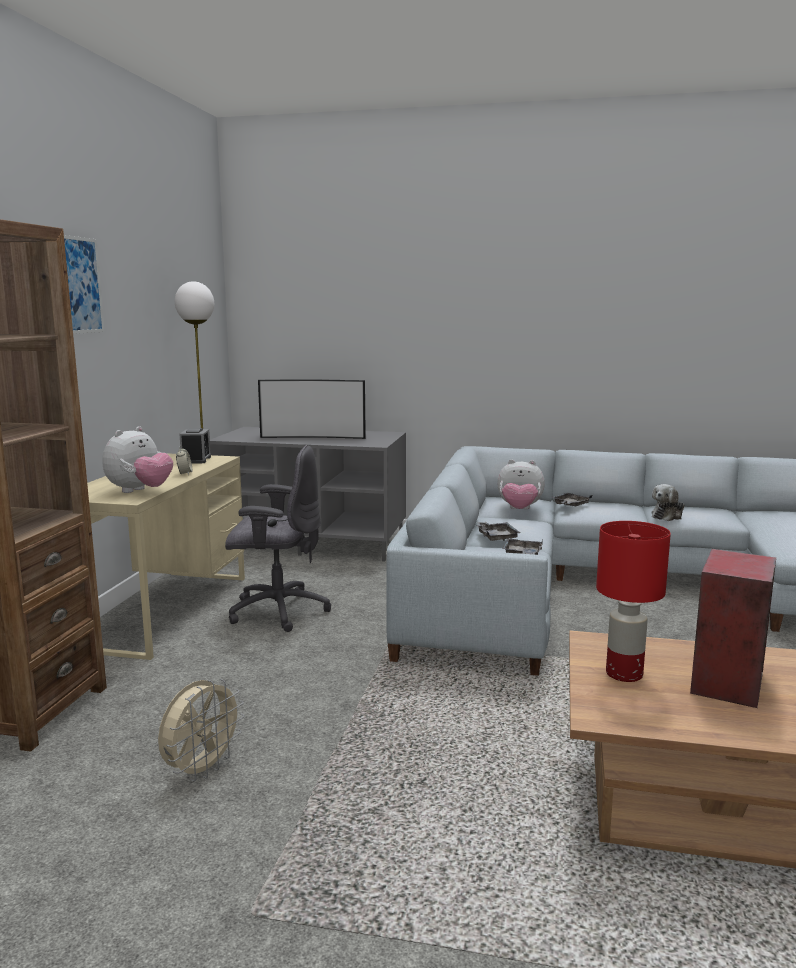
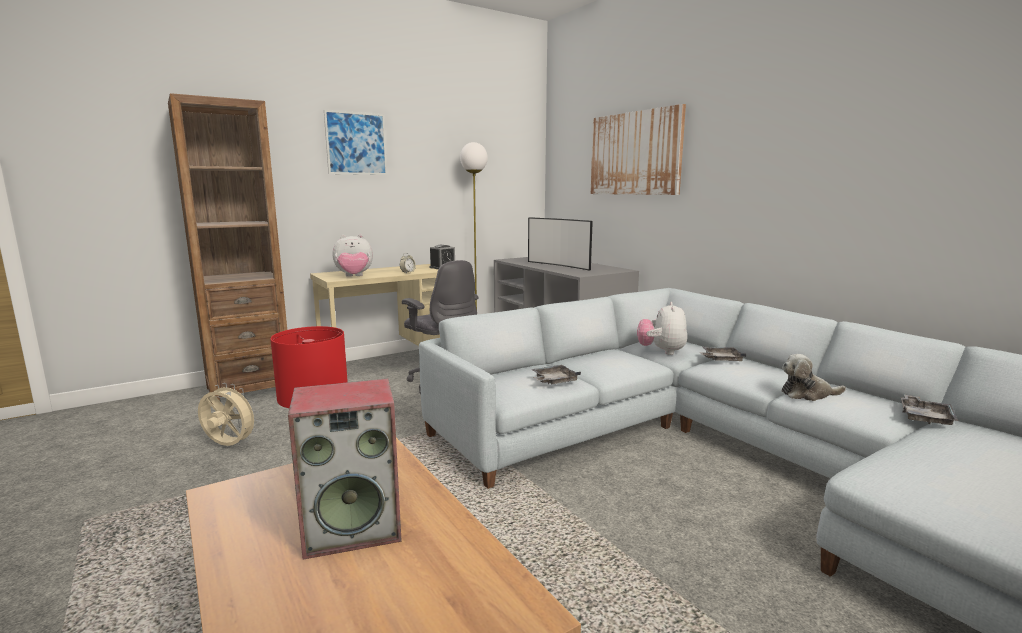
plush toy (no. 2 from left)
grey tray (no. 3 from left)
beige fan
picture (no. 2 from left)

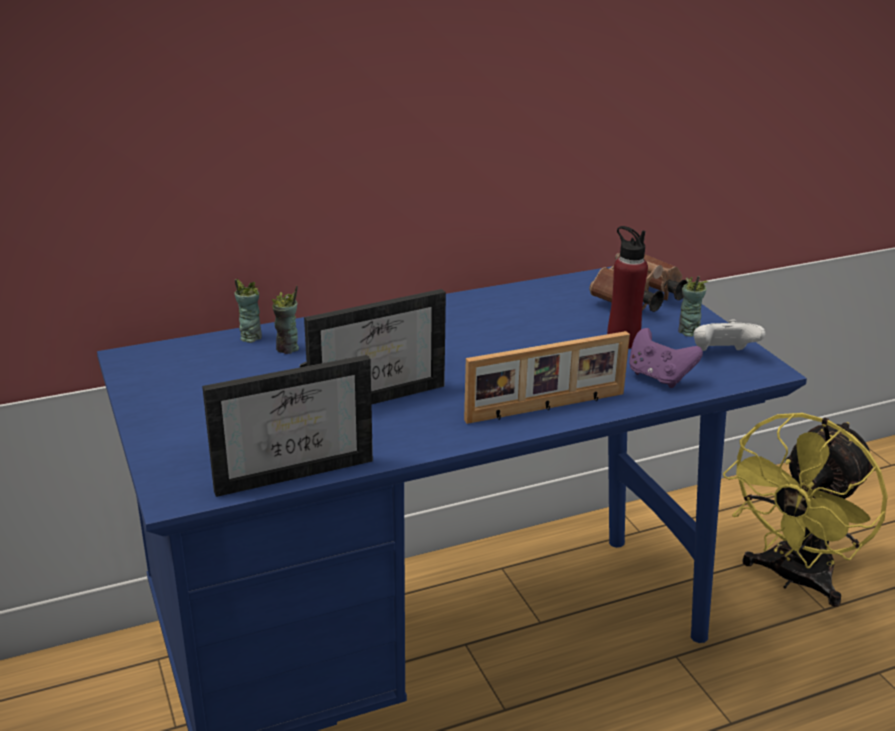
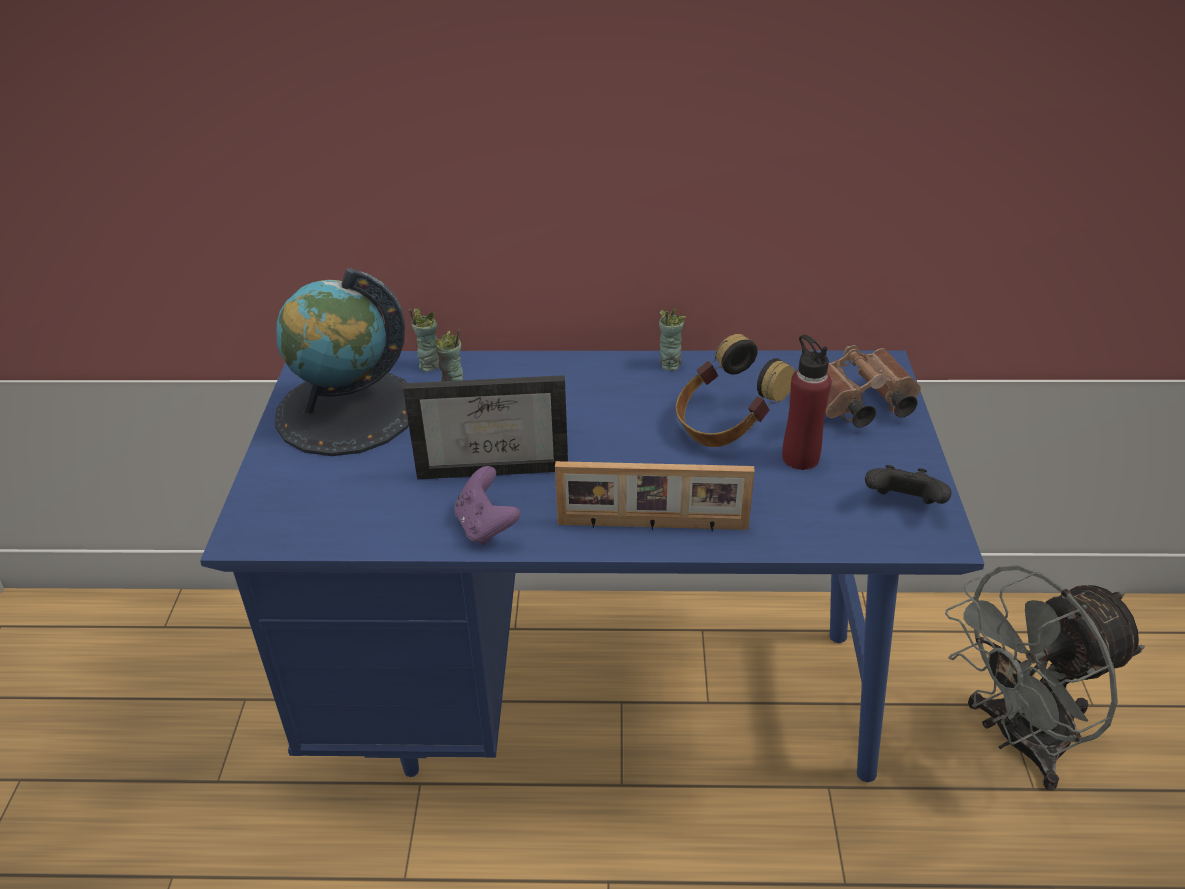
cup (no. 3 from left)
black game controller
purple game controller
picture frame (no. 1 from left in the first image)
grey fan
globe
headphones

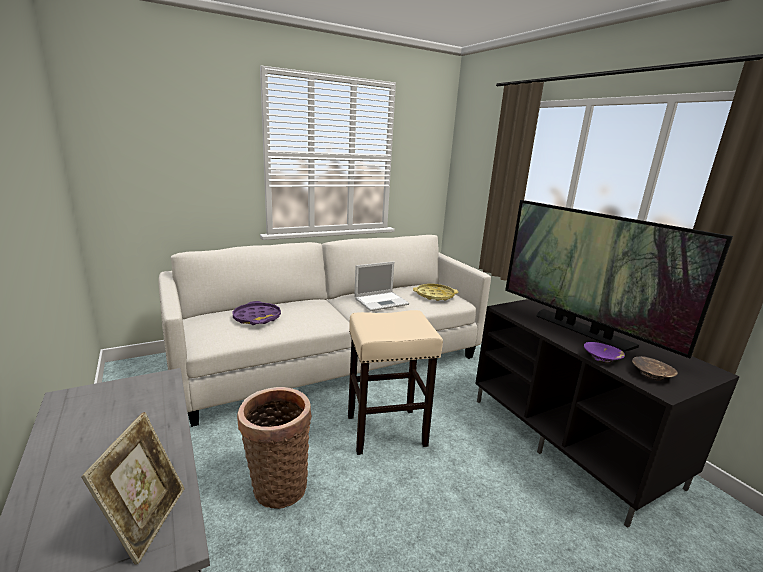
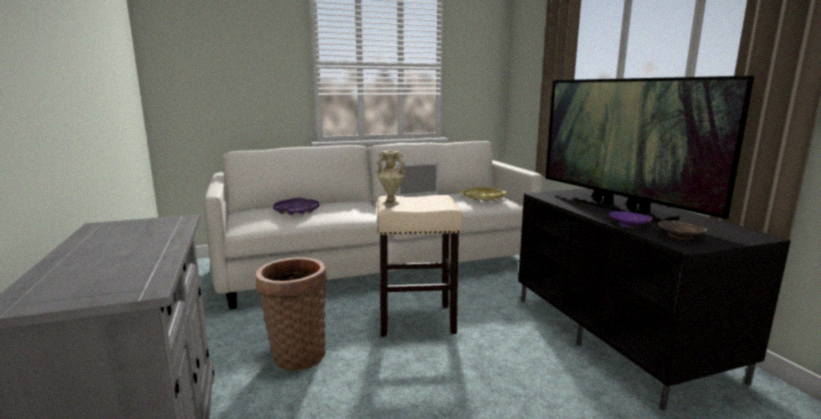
picture frame
beige vase

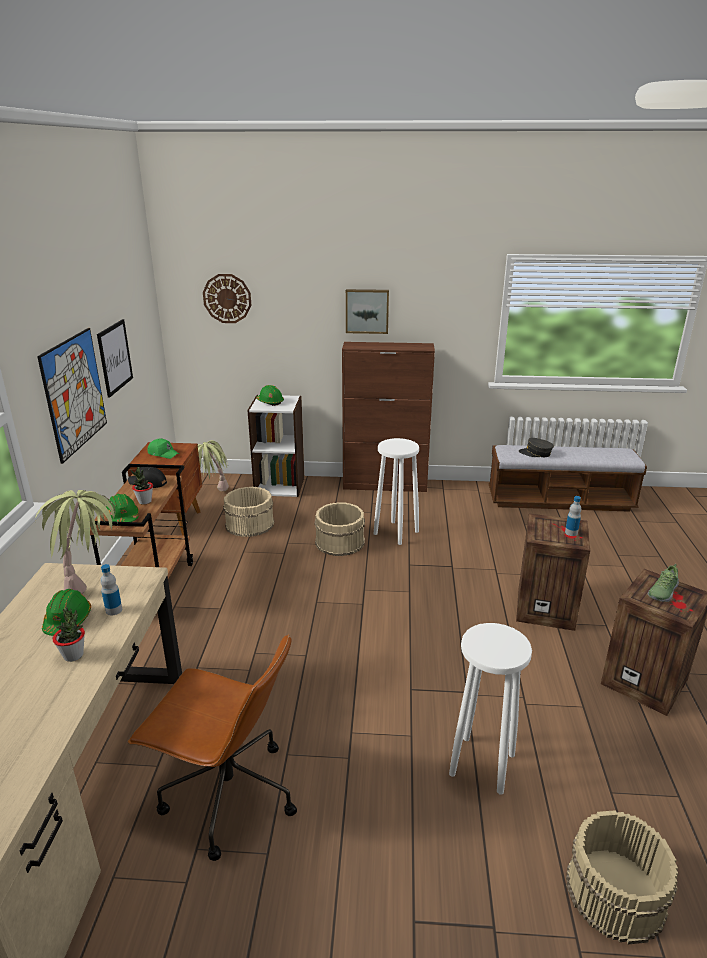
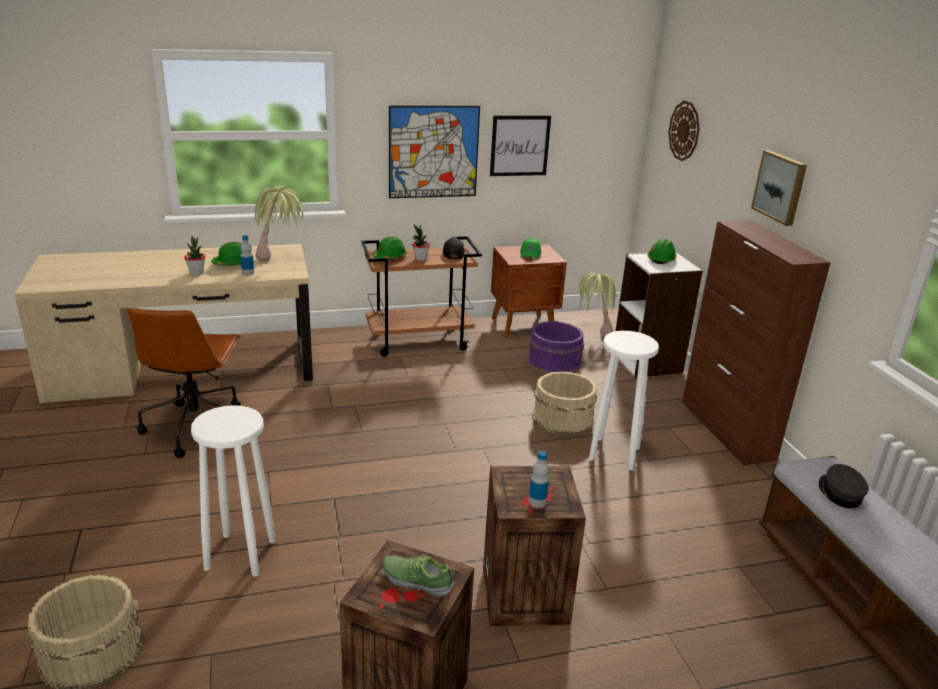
purple bucket

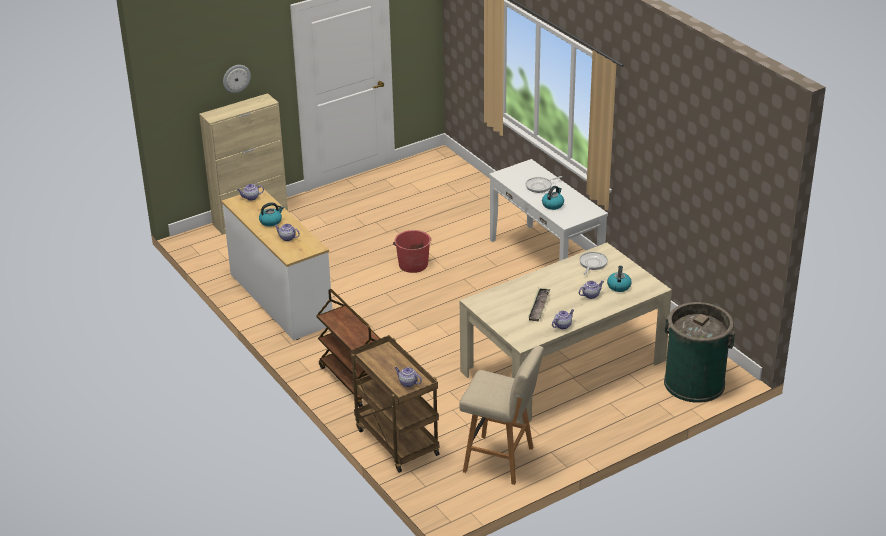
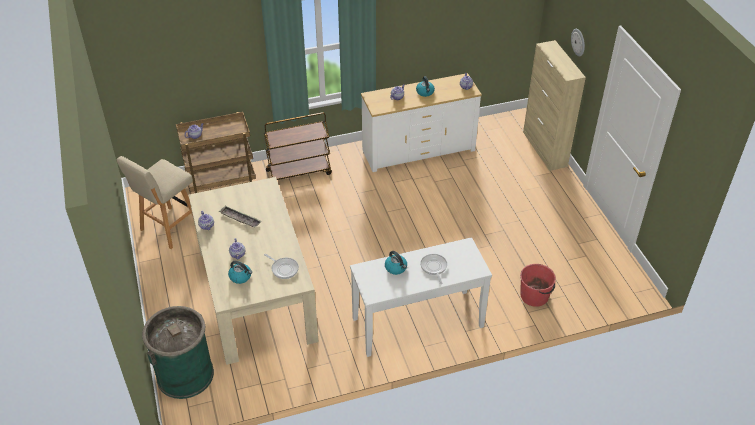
red bucket

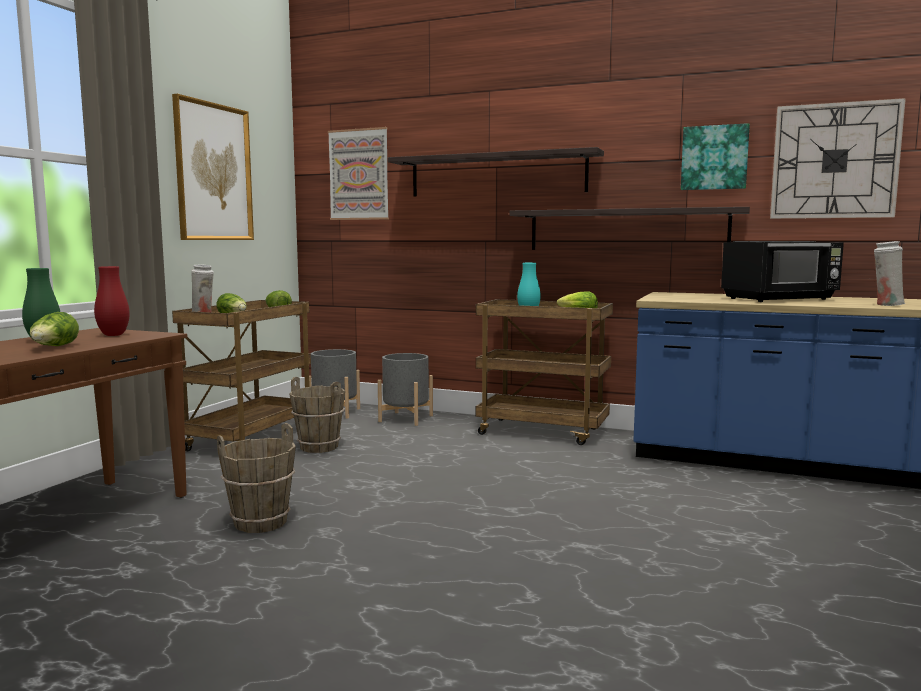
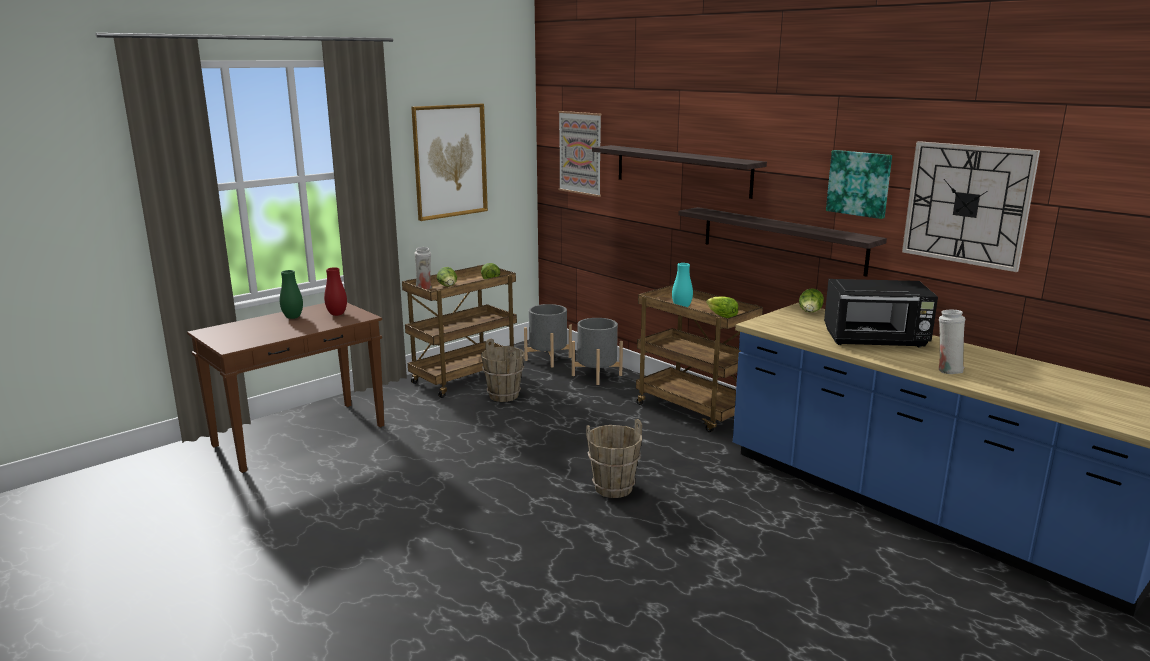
lettuce (no. 4 from left)
brown bucket (no. 2 from left)

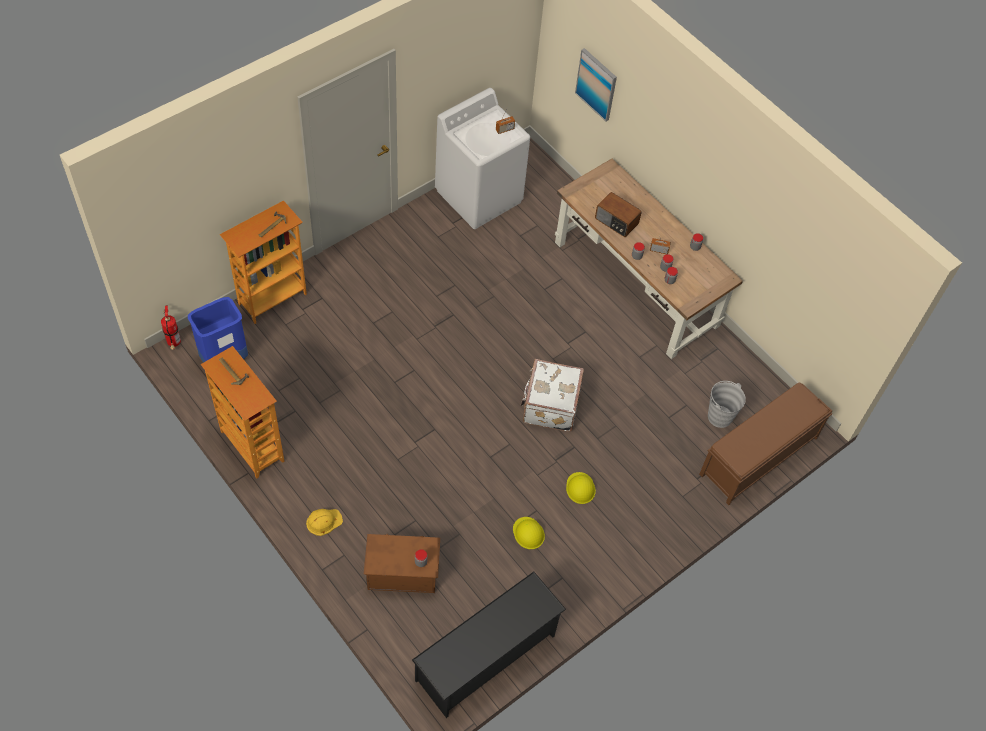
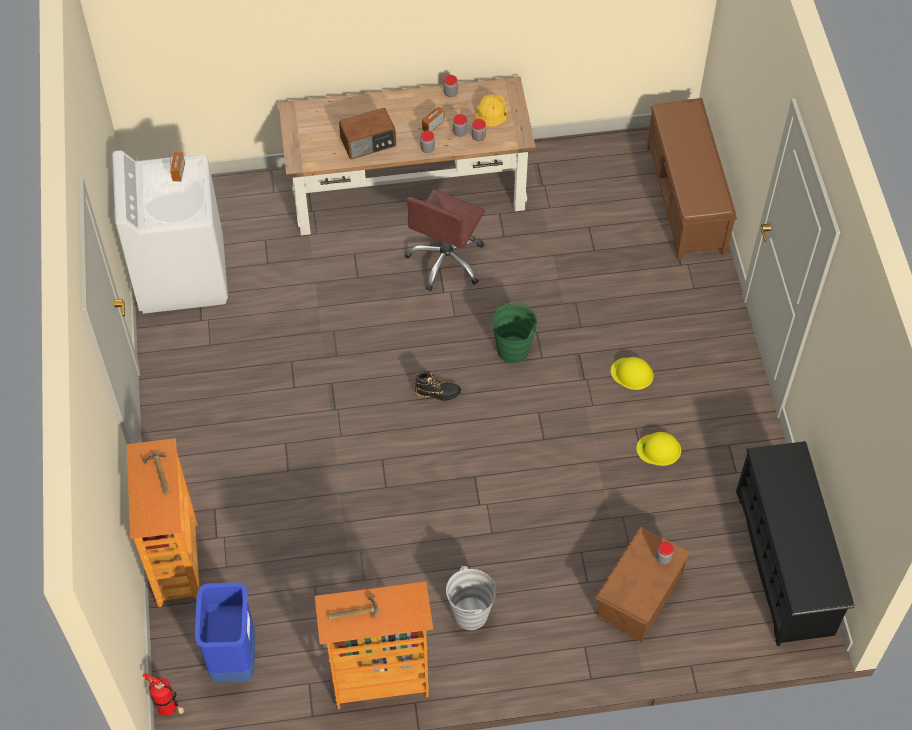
picture
green bucket
grey bucket
yellow hard hat (no. 1 from left)
brown office chair
black boot

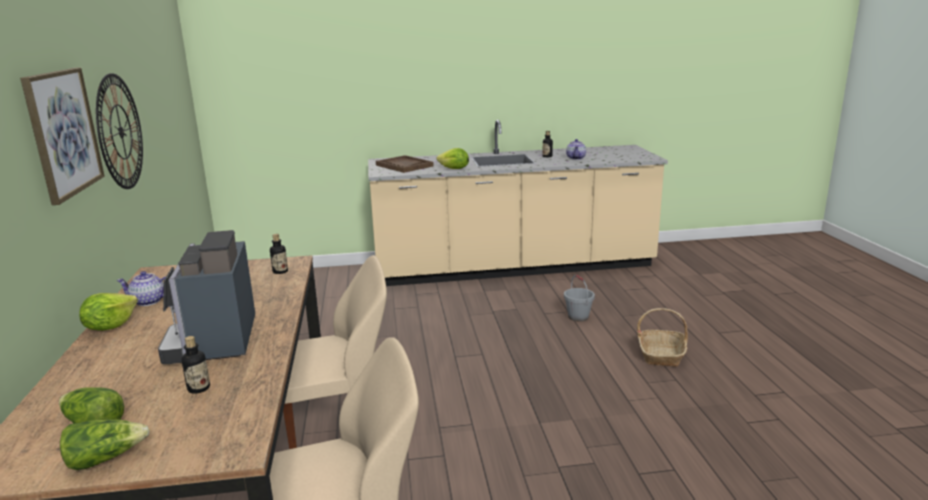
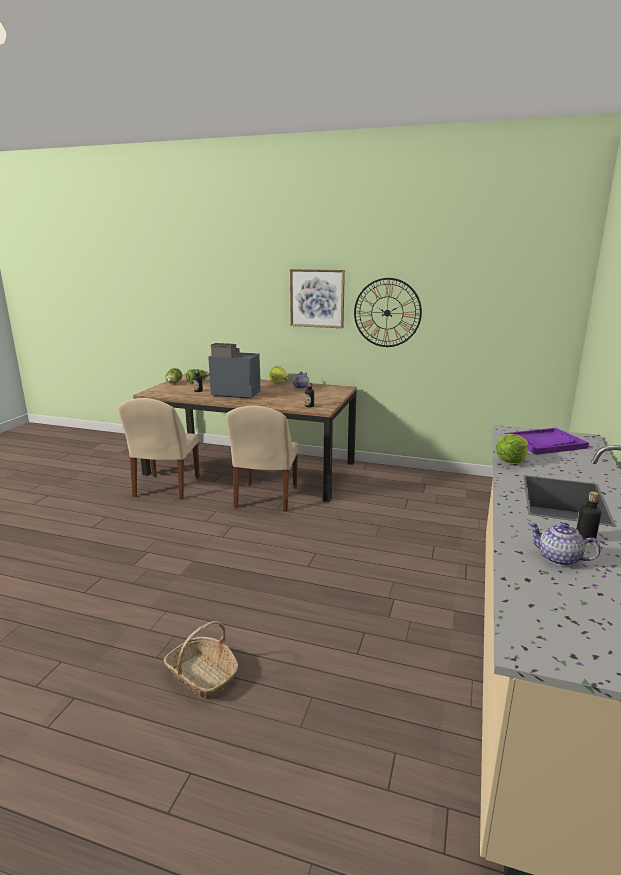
purple tray
grey bucket

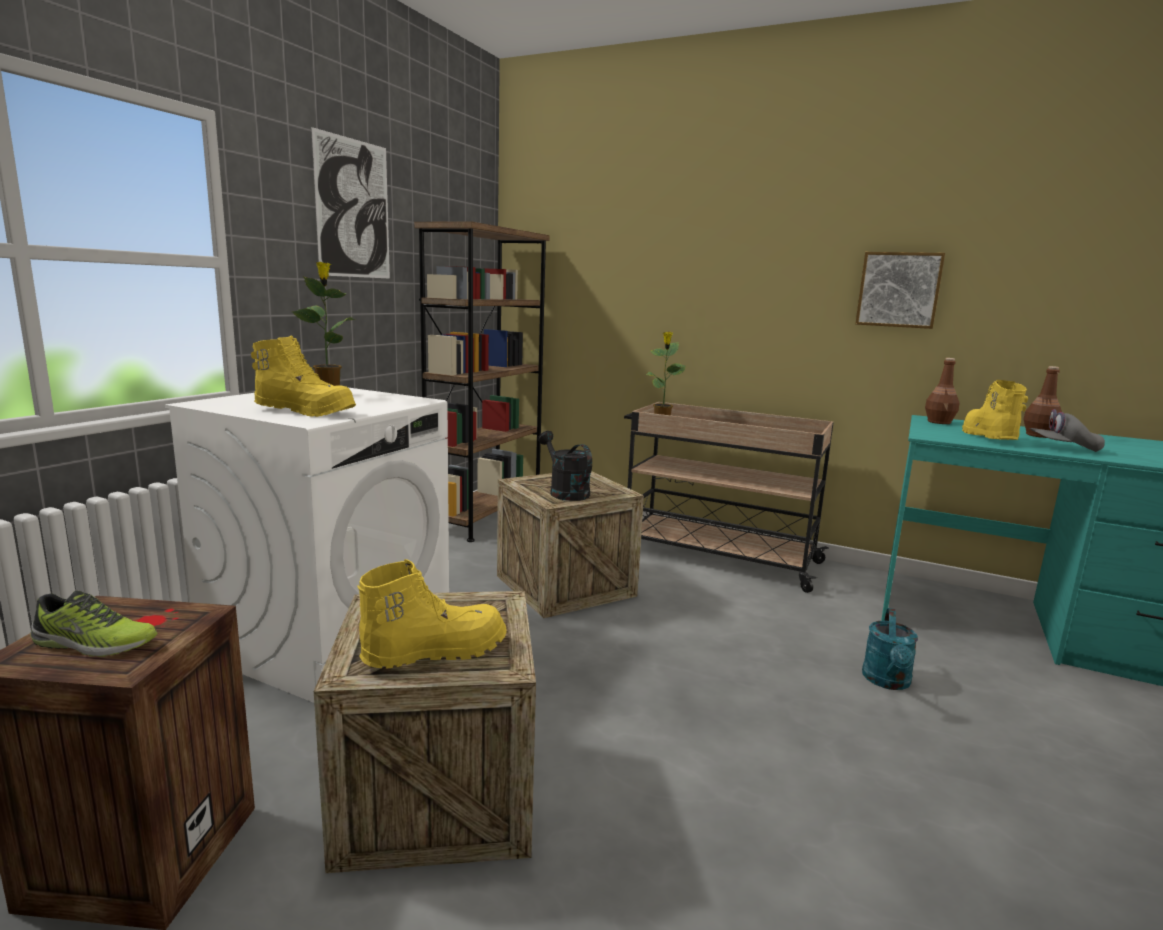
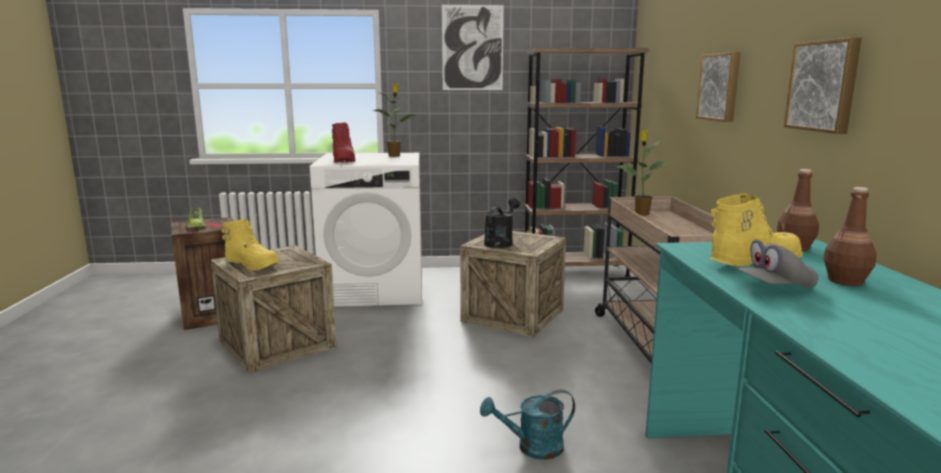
red boot
grey cap
picture (no. 2 from left)

